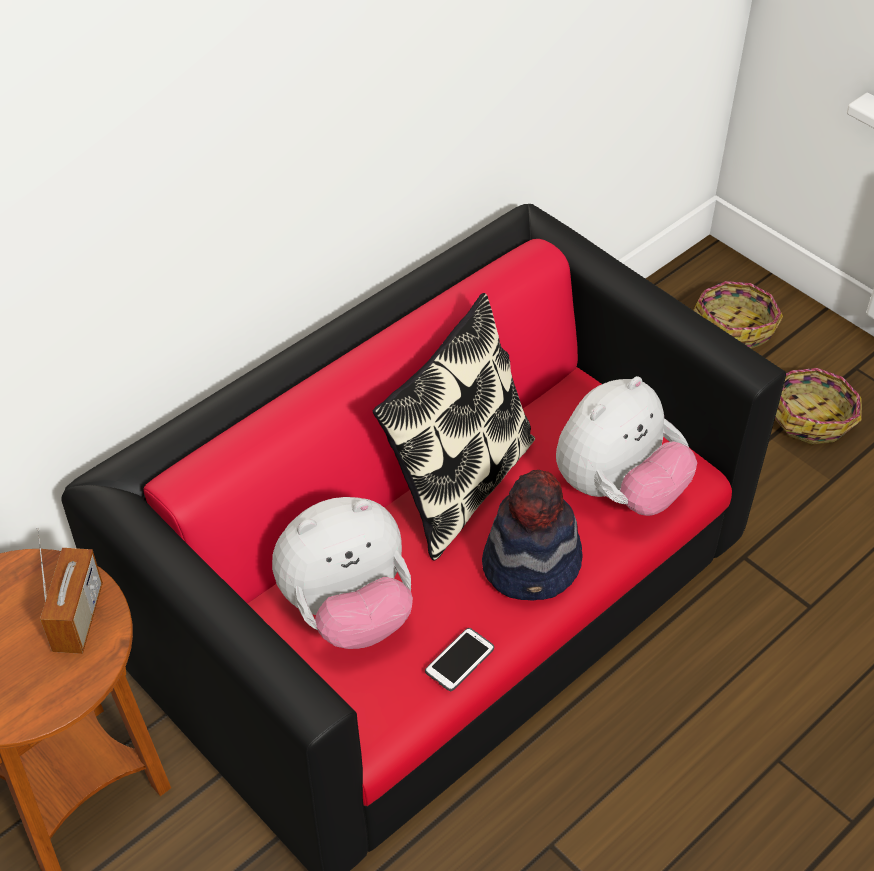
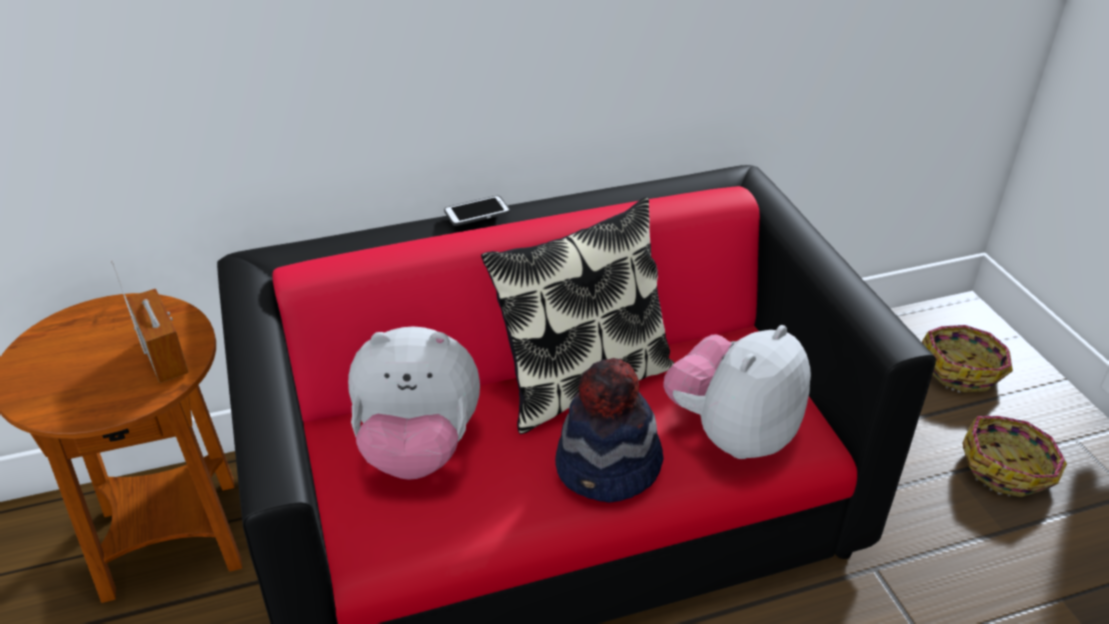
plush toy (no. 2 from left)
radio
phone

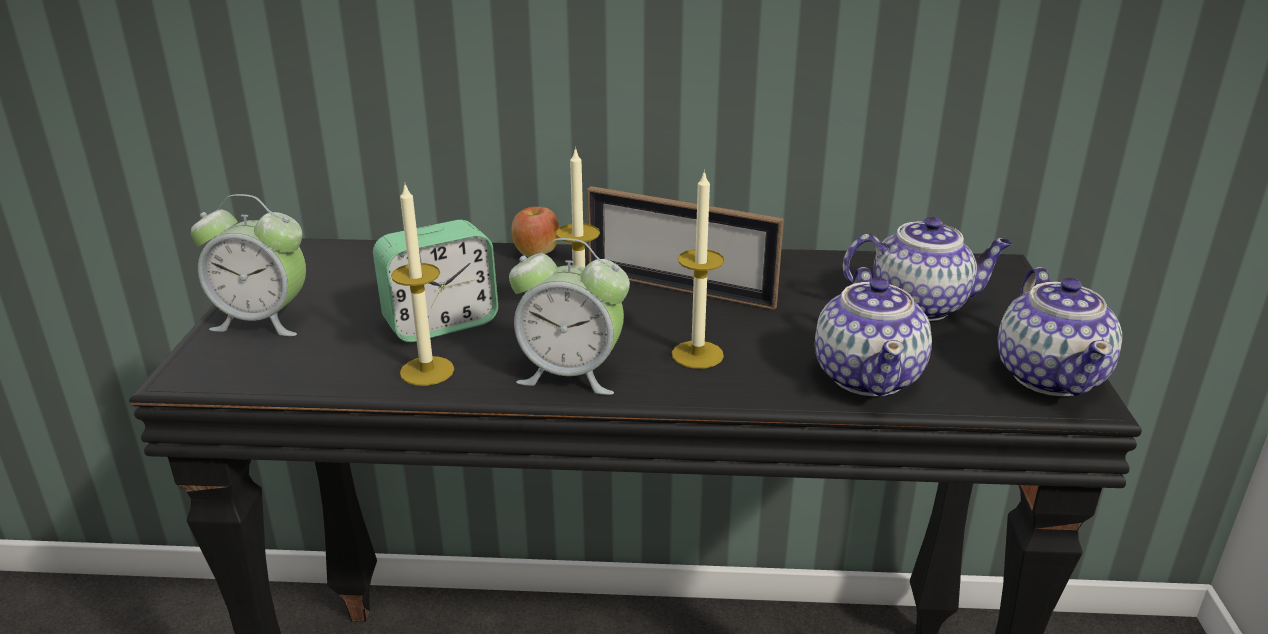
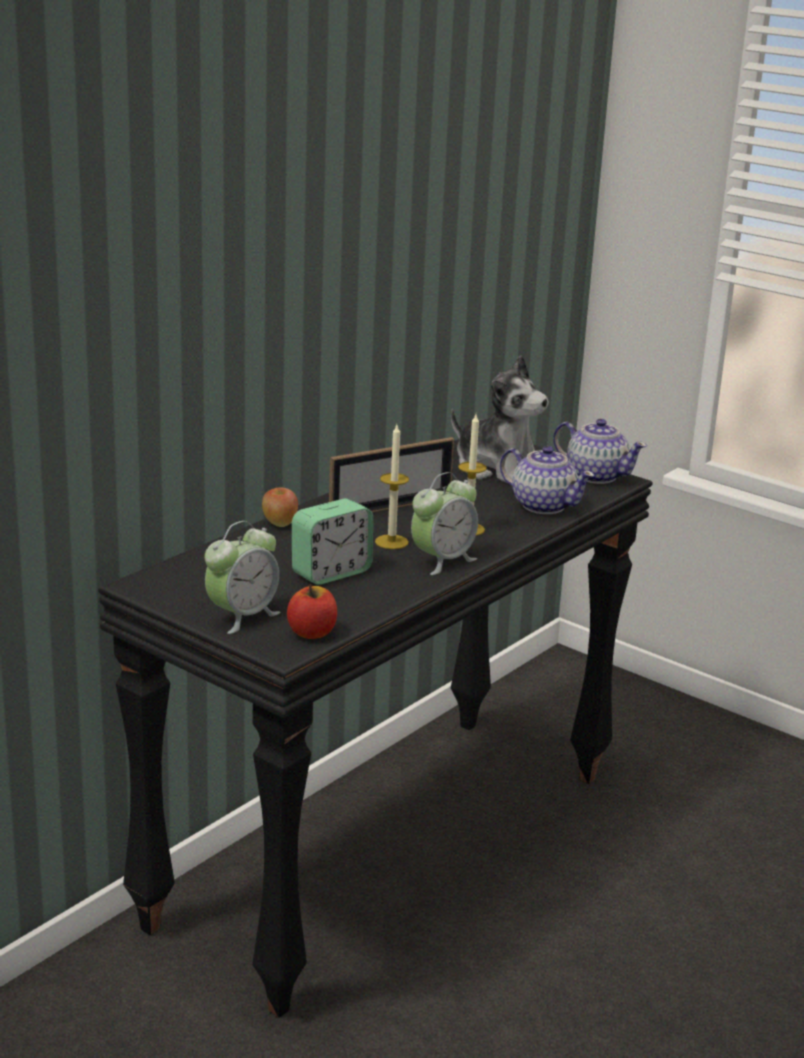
candle (no. 1 from left in the first image)
plush toy
alarm clock (no. 2 from left)
apple (no. 2 from left)

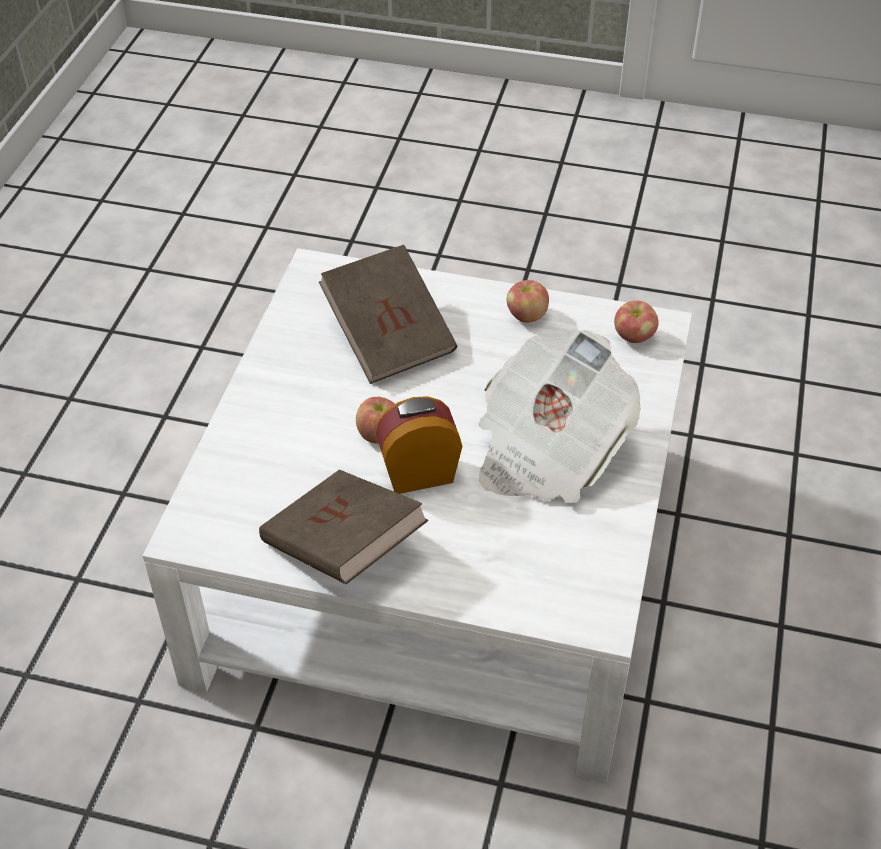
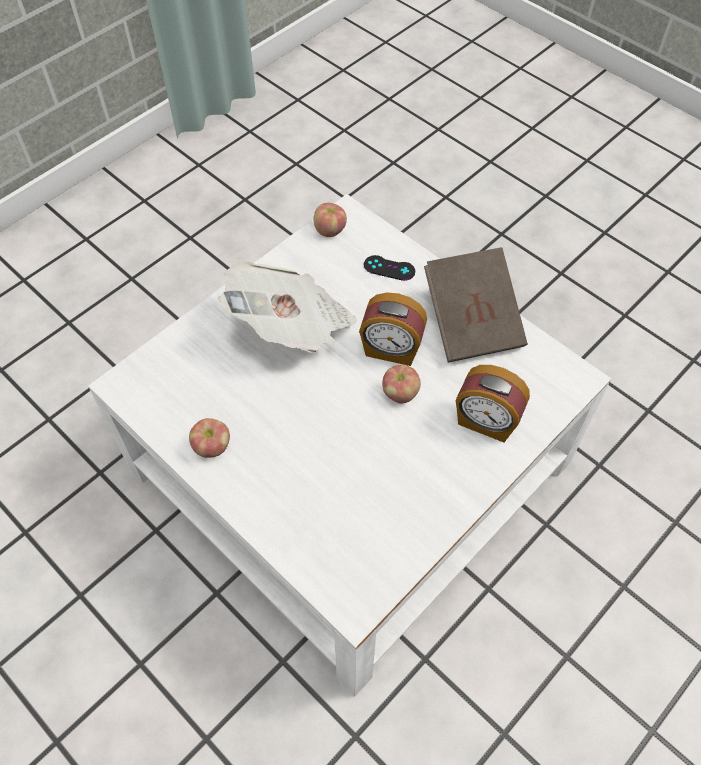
brown book (no. 2 from left in the first image)
apple (no. 2 from left)
black game controller
alarm clock (no. 2 from left)

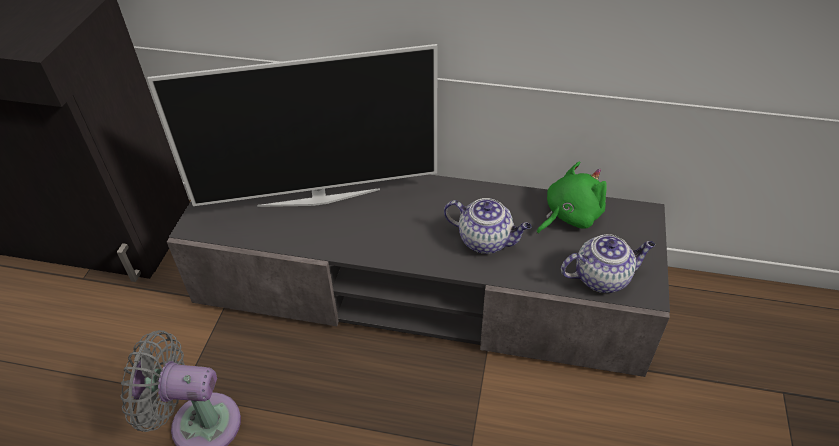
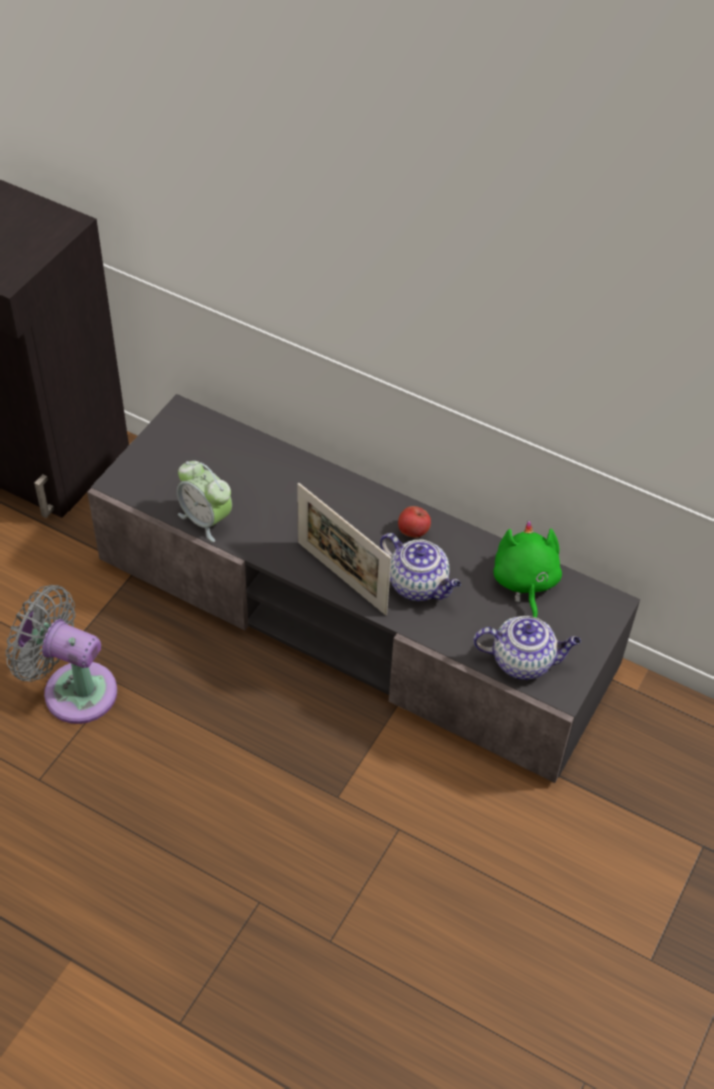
television
green plush toy
alarm clock
picture frame
apple

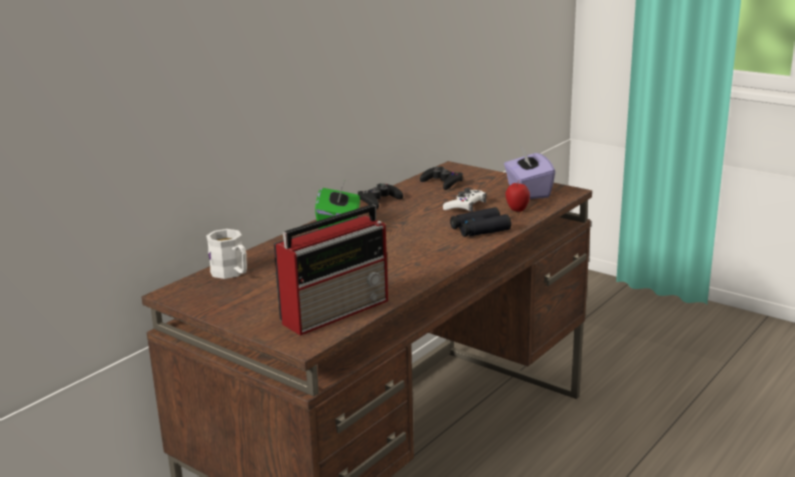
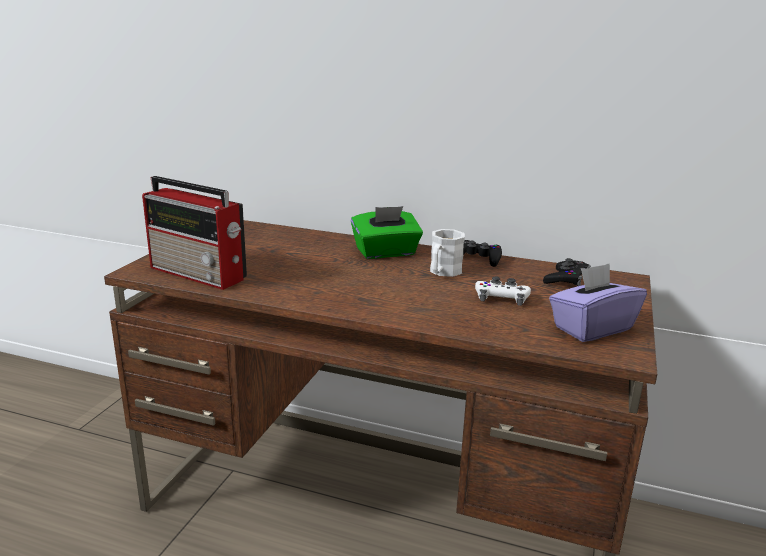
apple
black binoculars
white mug

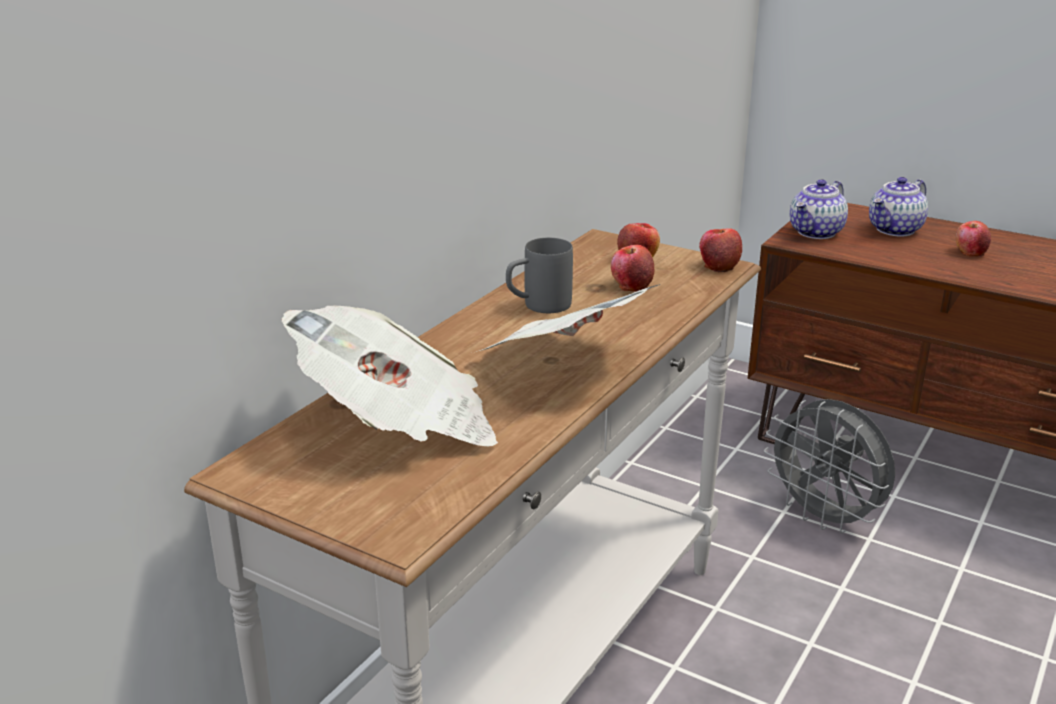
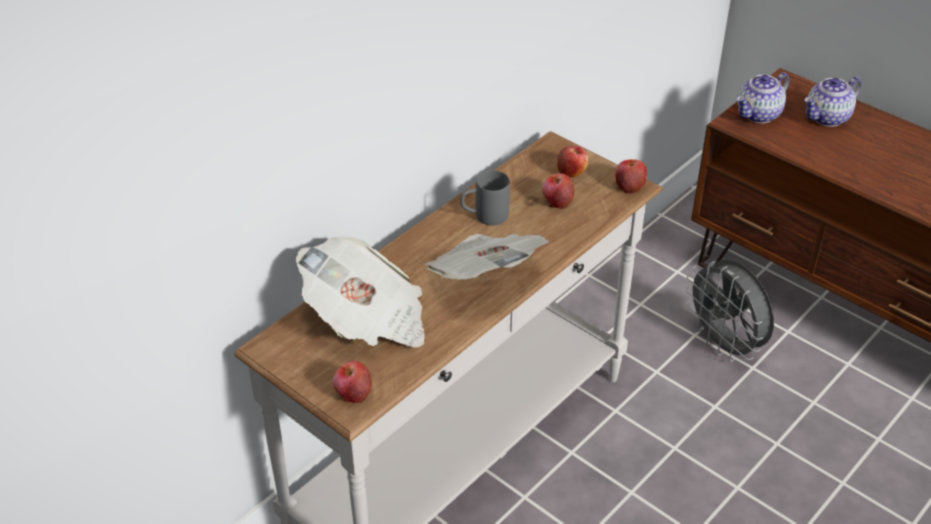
apple (no. 1 from left)

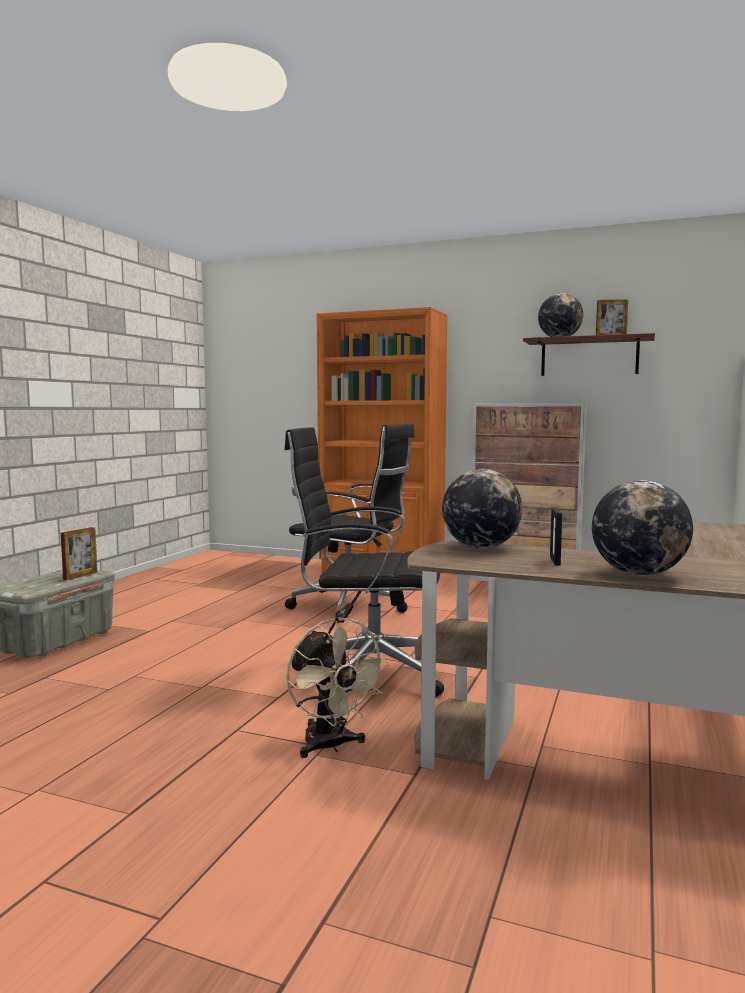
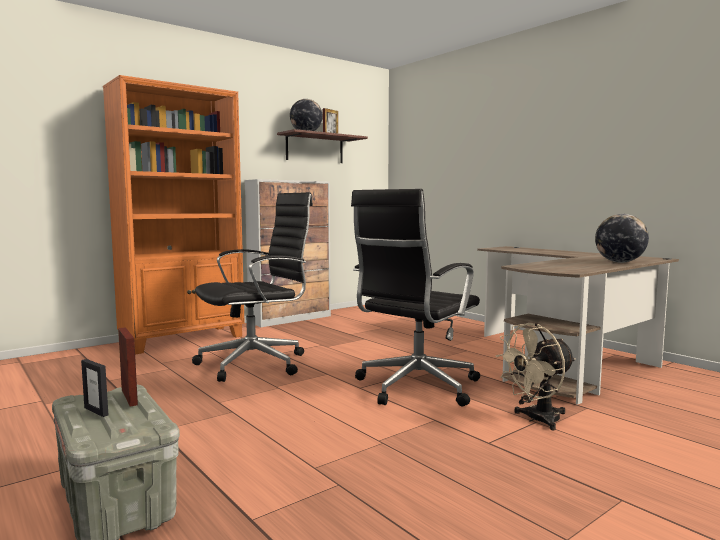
globe (no. 1 from left in the first image)
picture frame (no. 1 from left)
beige fan

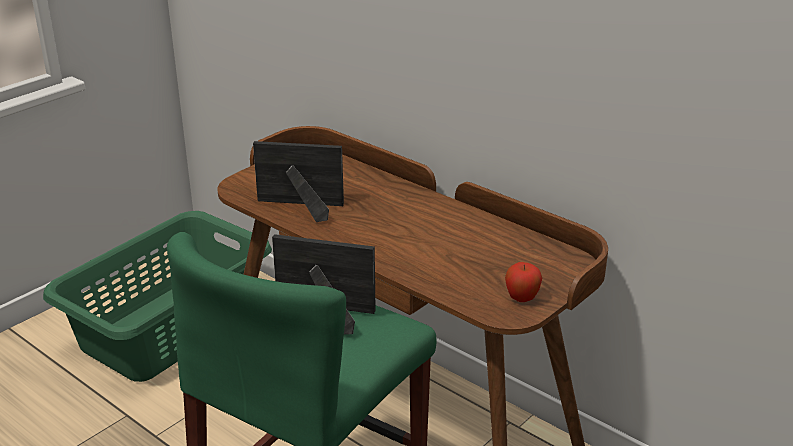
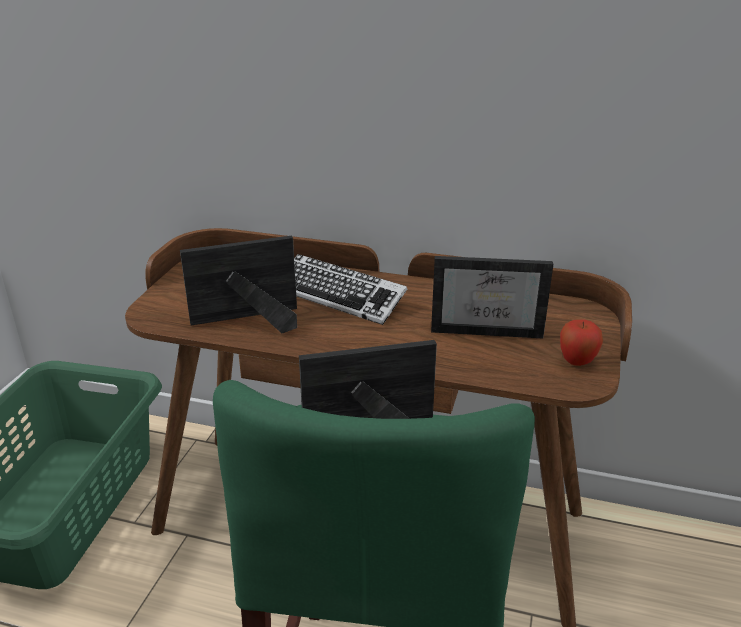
keyboard
picture frame (no. 3 from left)

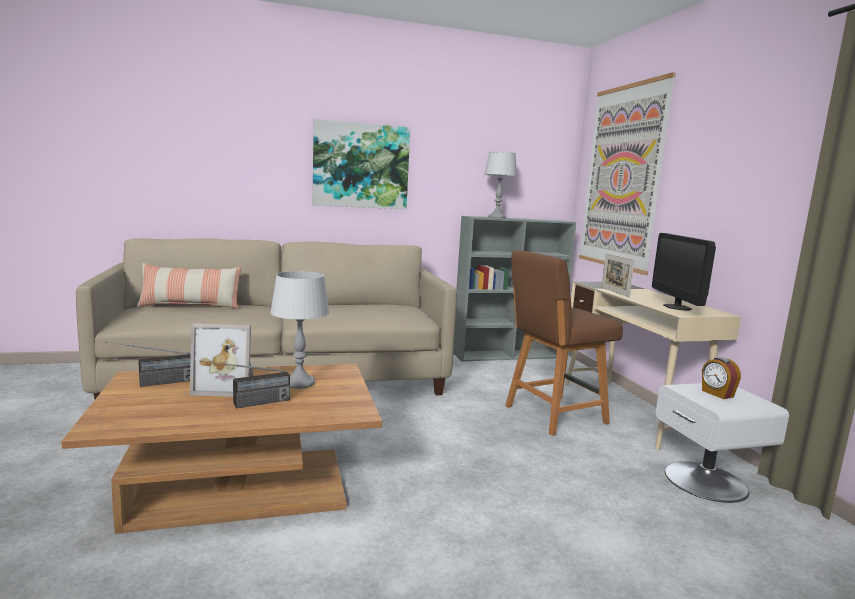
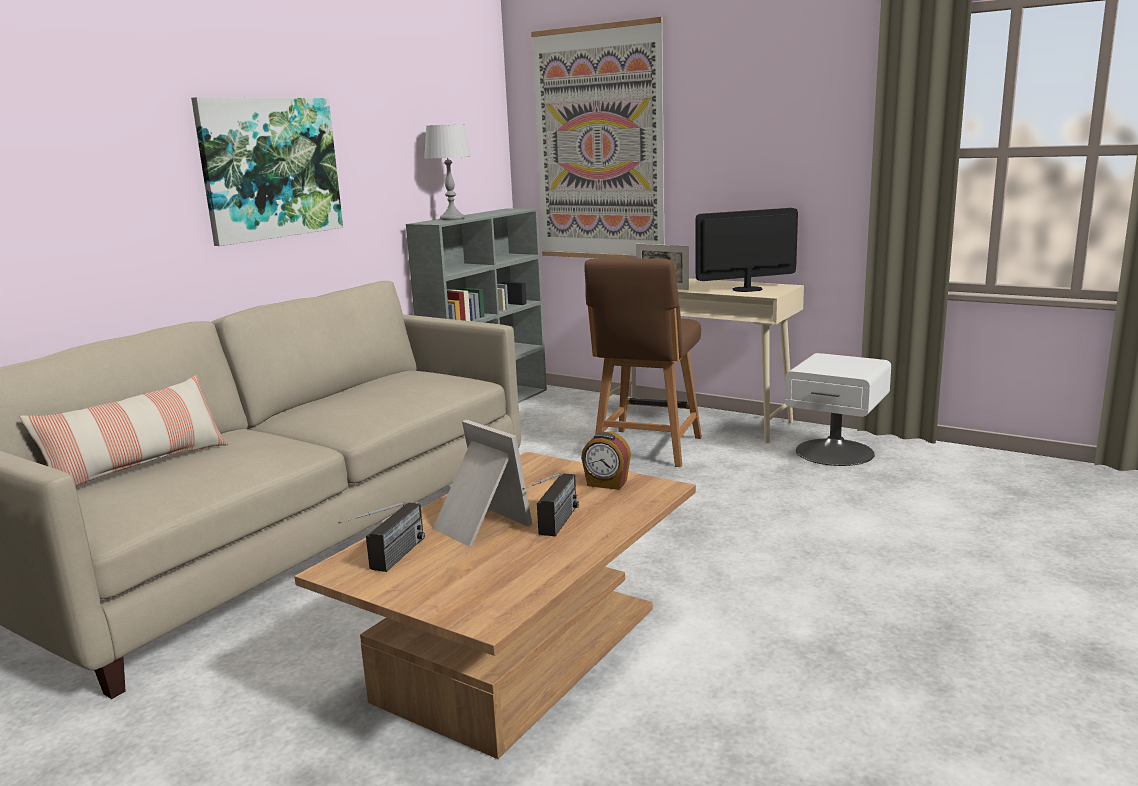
monitor
grey table lamp (no. 1 from left in the first image)
picture frame (no. 1 from left)
alarm clock

